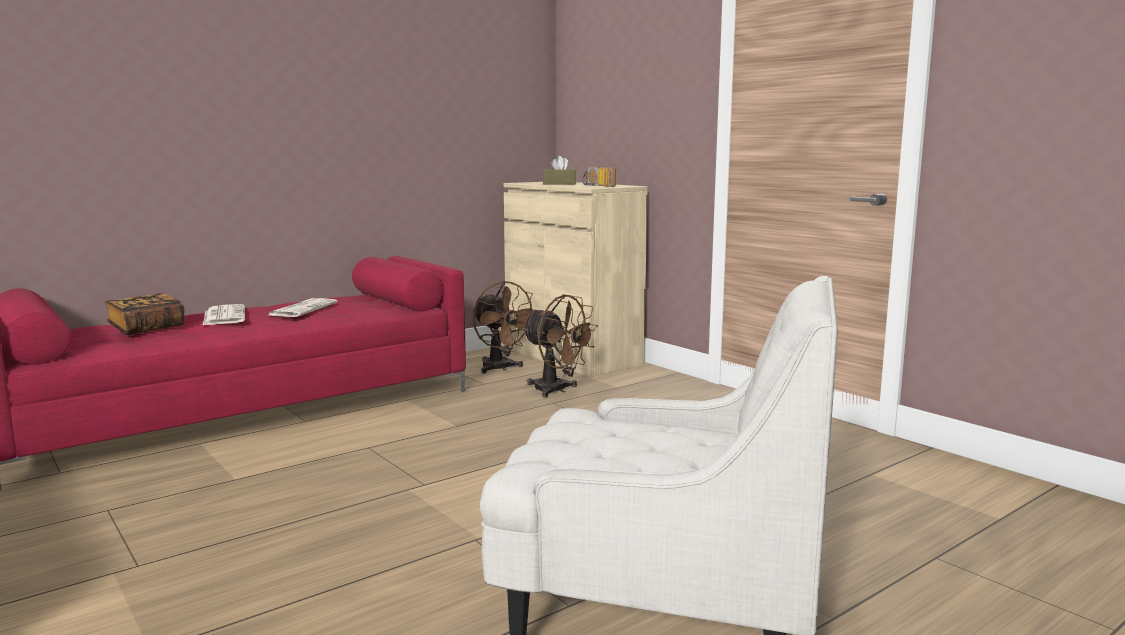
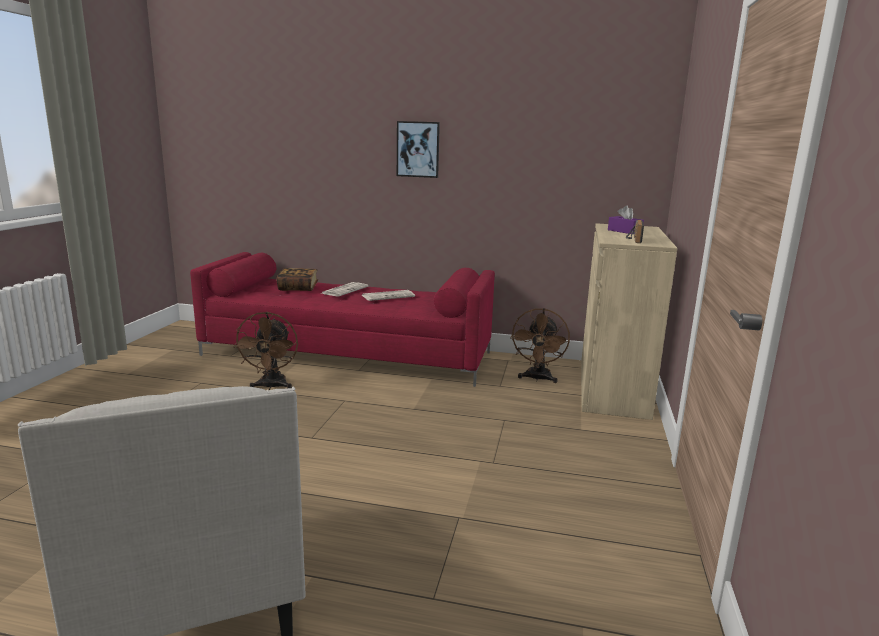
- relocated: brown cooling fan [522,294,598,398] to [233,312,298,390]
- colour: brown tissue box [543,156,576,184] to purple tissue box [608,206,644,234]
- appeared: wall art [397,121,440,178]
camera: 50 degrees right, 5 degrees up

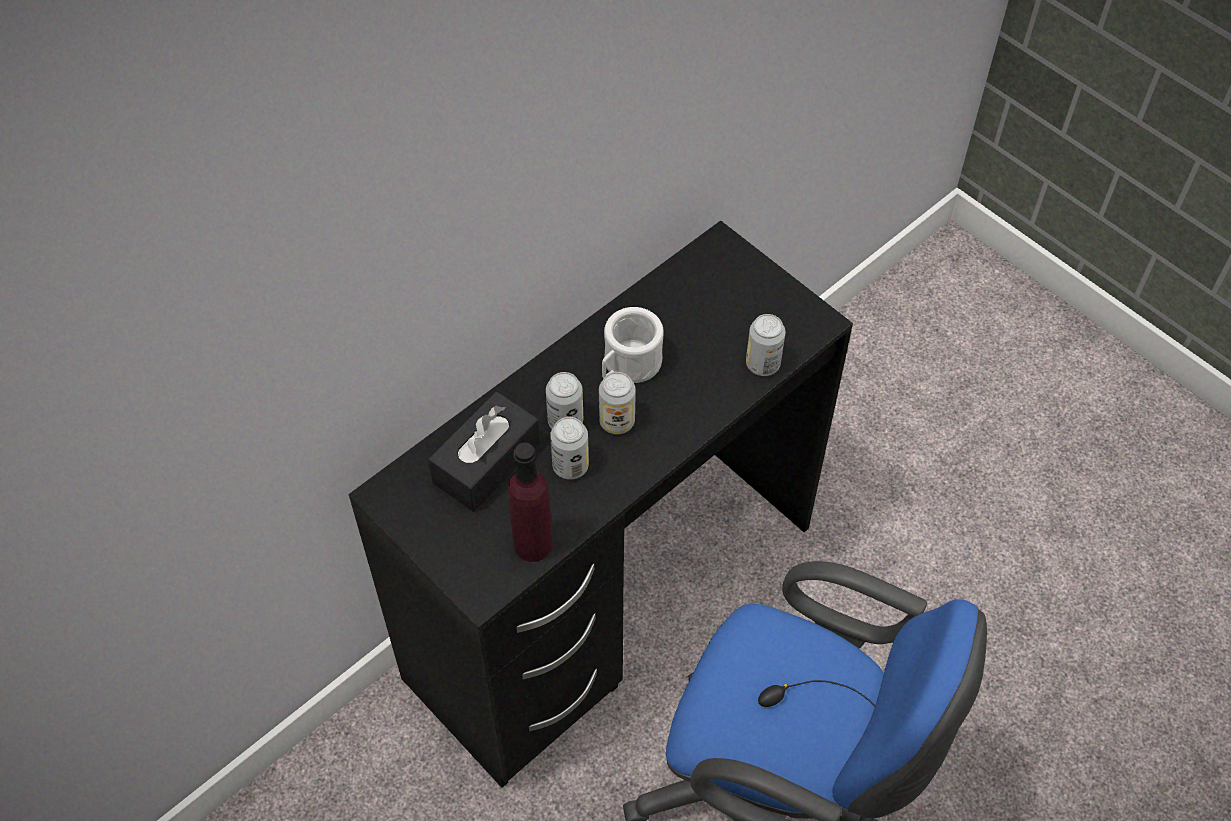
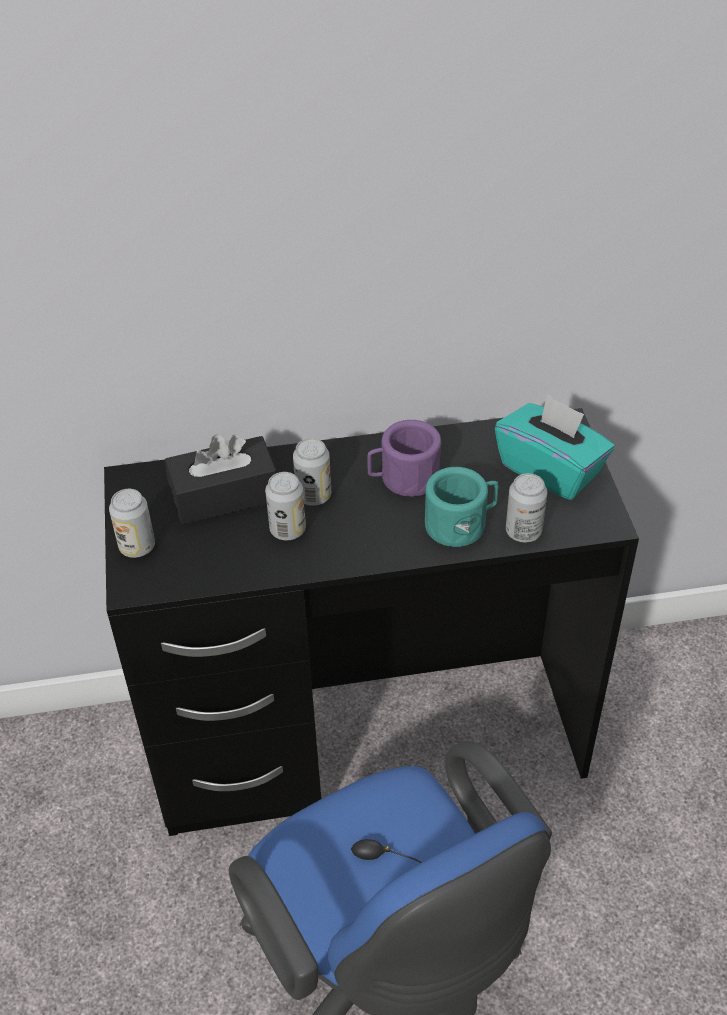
- missing: purple beverage bottle [508,443,553,562]
- relocated: can [599,372,636,434] to [109,489,155,558]
- colour: white coffee mug [602,307,664,383] to purple coffee mug [367,420,441,497]
- appeared: turquoise coffee mug [425,467,498,547]
- appeared: turquoise tissue box [495,394,614,500]
camera: 35 degrees right, 10 degrees down

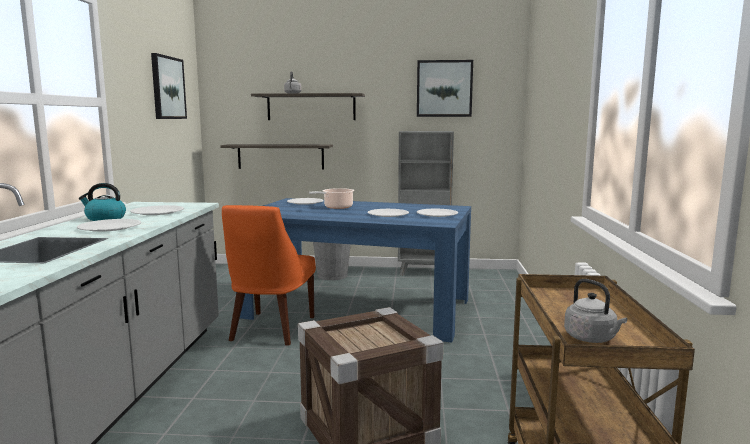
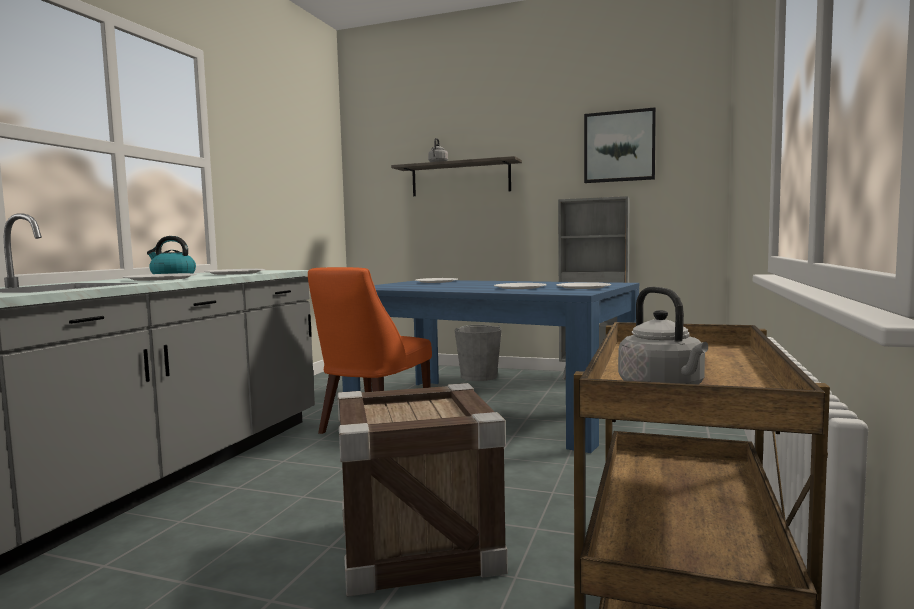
- missing: wall art [151,53,187,119]
- missing: wall shelf [220,144,333,169]
- missing: stockpot [309,188,354,209]
camera: 15 degrees right, 5 degrees down

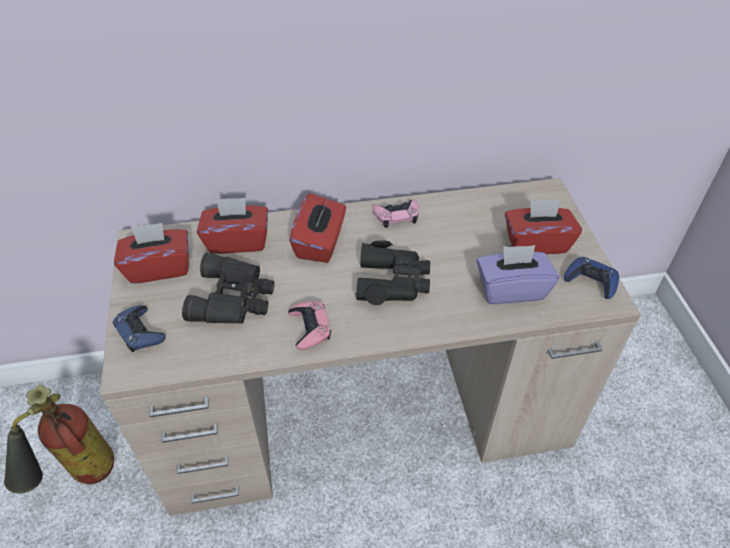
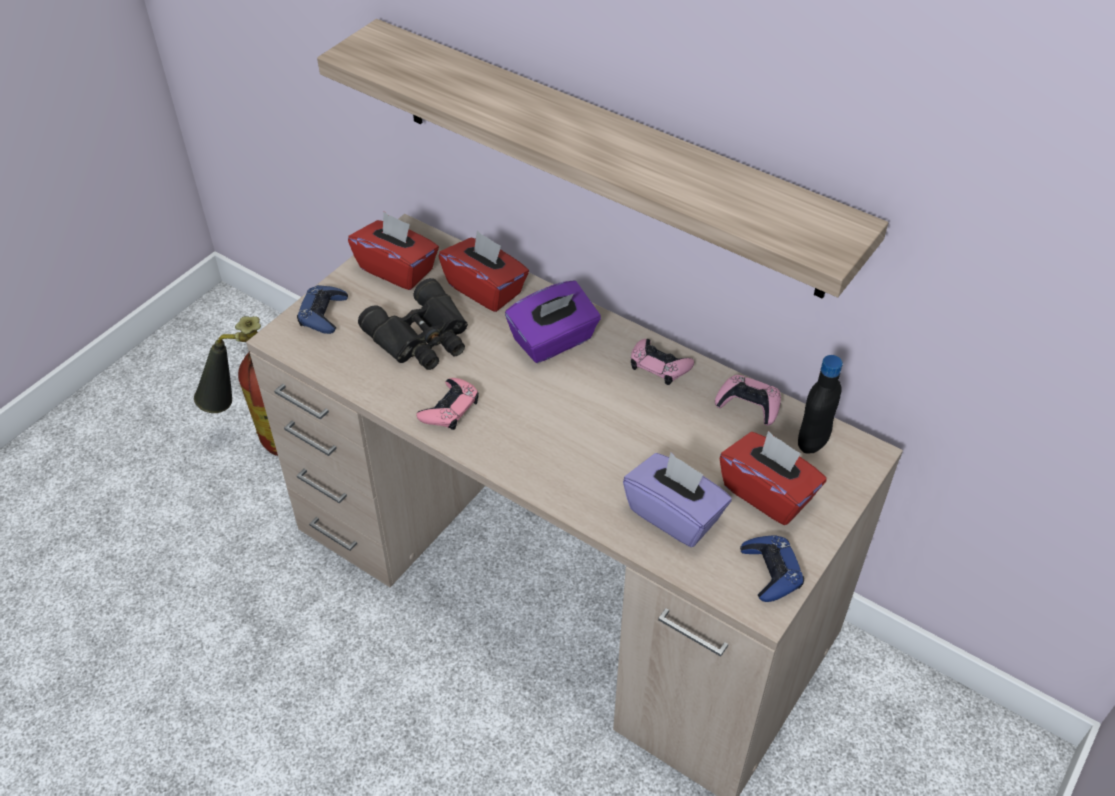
- colour: red-coloured tissue box [289,193,346,263] to purple tissue box [505,280,601,363]
- missing: black-coloured binoculars [355,240,430,305]
- appeared: wall shelf [317,19,888,299]
- appeared: pink-coloured gamepad [715,375,781,426]
- appeared: black-coloured beverage bottle [798,355,843,454]
camera: 45 degrees right, 0 degrees up

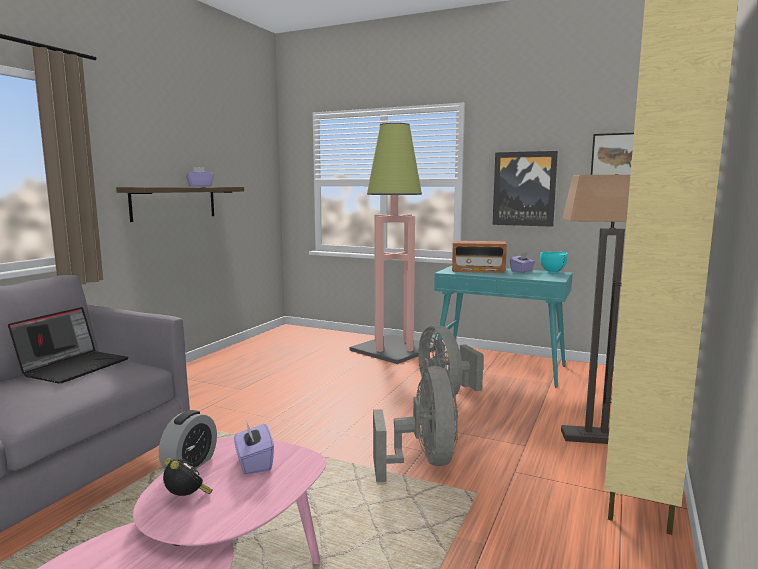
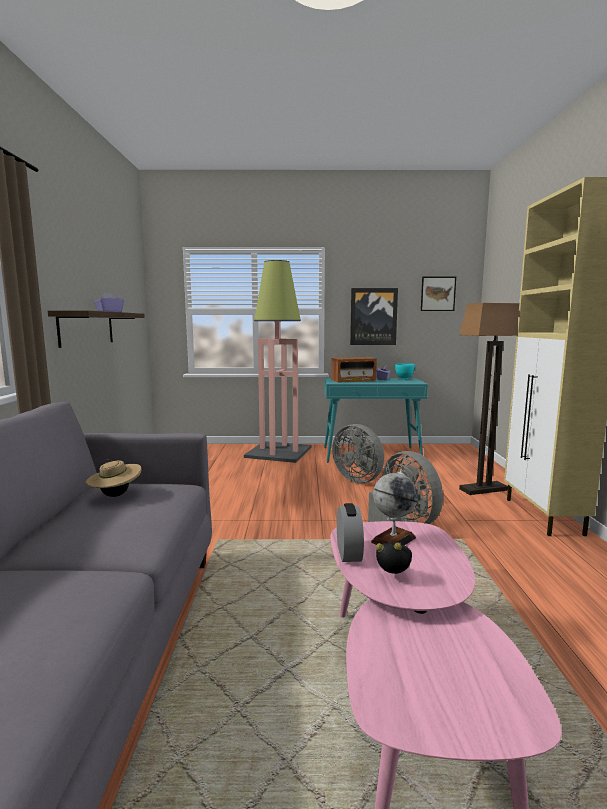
- exchanged: portable computer [8,307,129,384] to beige wearable hat [85,459,142,497]
- exchanged: purple tissue box [234,420,274,475] to globe [371,469,418,546]
camera: 25 degrees left, 0 degrees up

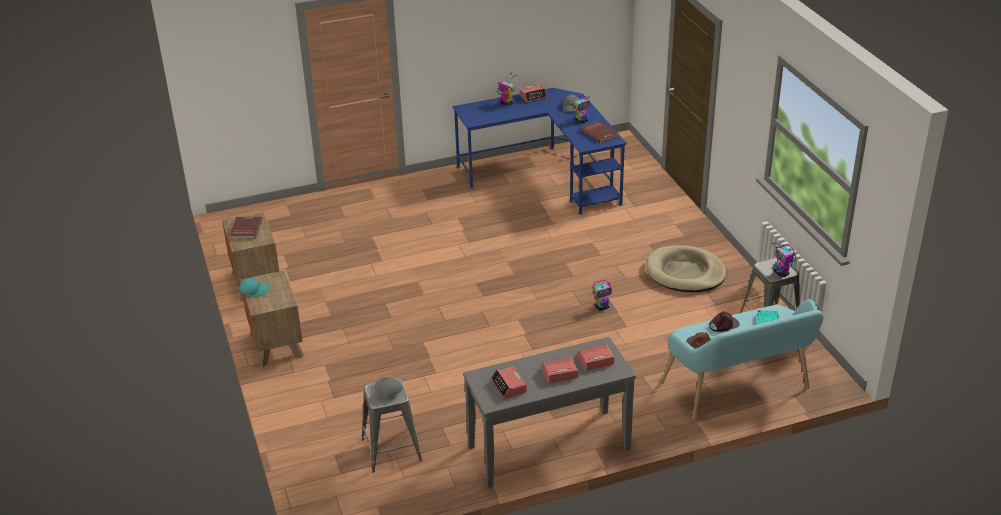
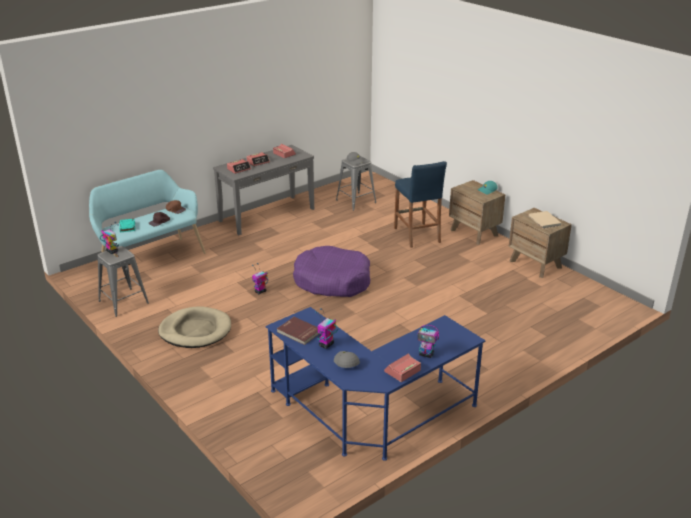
- colour: red-coloured book [230,217,262,239] to beige book [529,211,561,229]
- appeared: purple dog cushion [293,246,370,297]
- appeared: blue stool [394,161,447,248]
camera: 160 degrees right, 5 degrees down

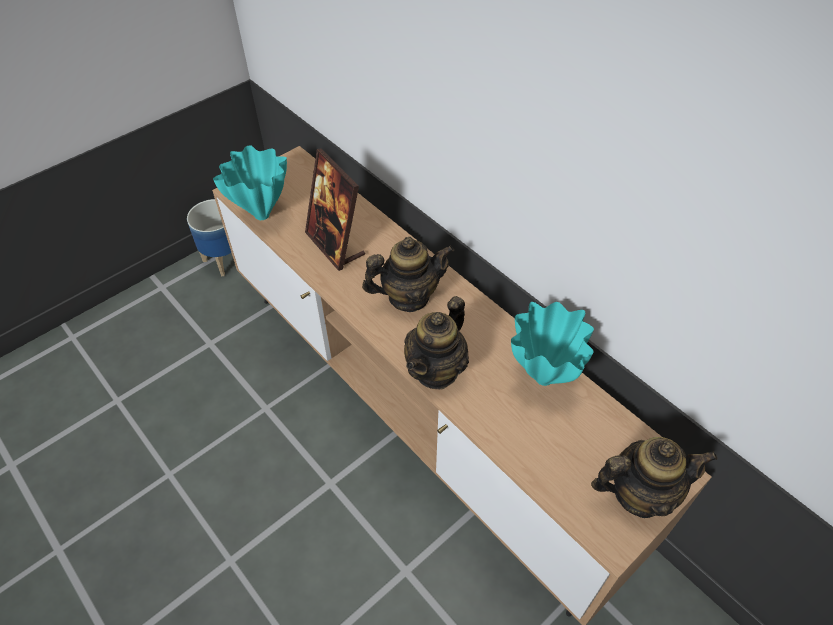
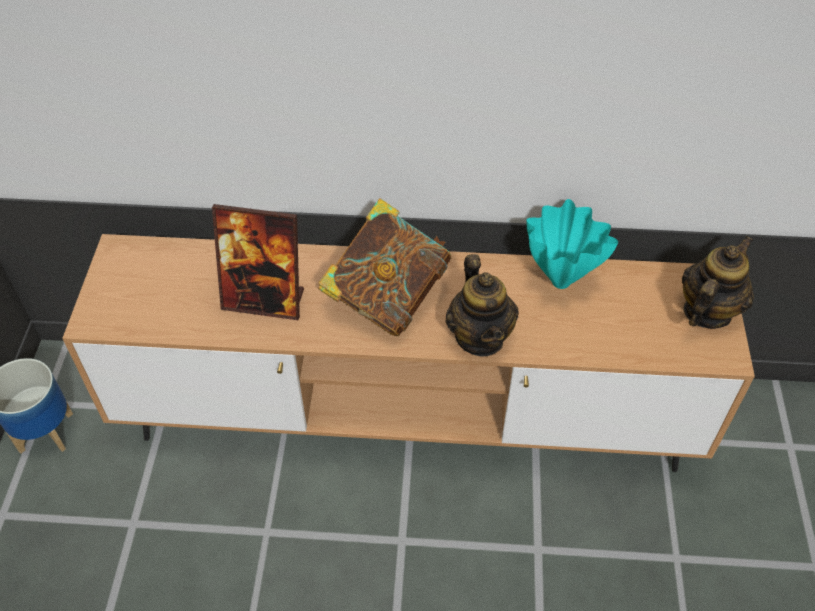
- missing: turquoise vase [213,146,287,220]
- exchanged: tea pot [362,237,454,312] to book [318,198,451,336]
camera: 45 degrees left, 0 degrees up

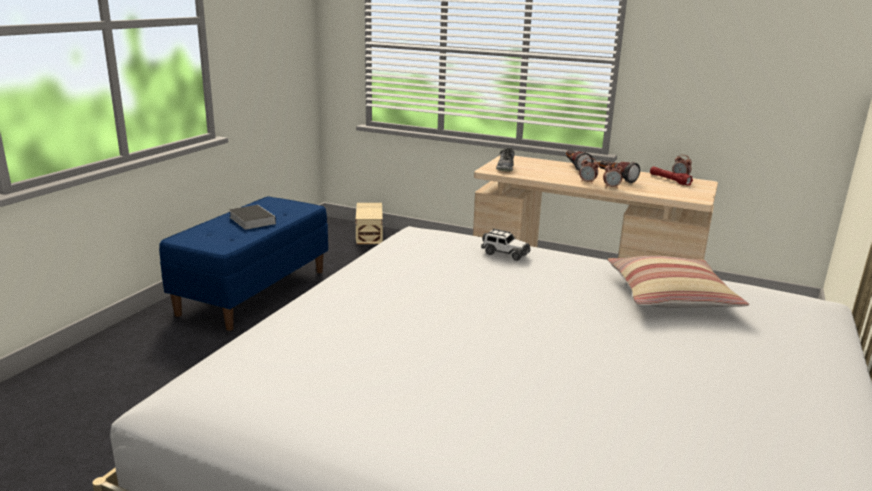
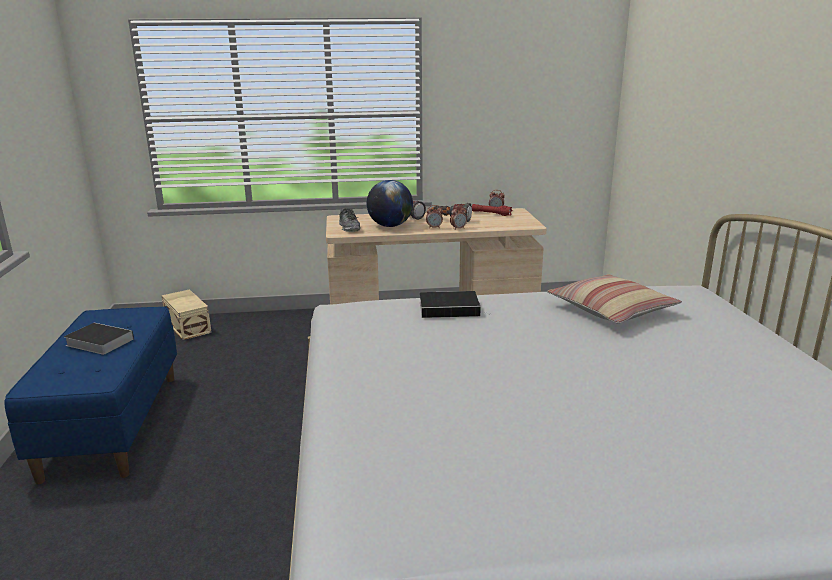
- exchanged: miniature car [481,229,531,261] to book [420,291,491,318]
- appeared: globe [367,180,413,227]
camera: 30 degrees left, 0 degrees up

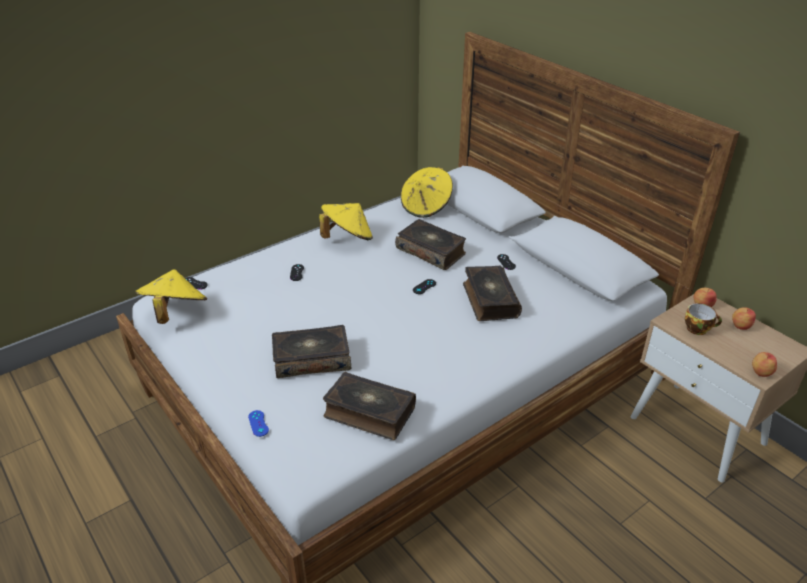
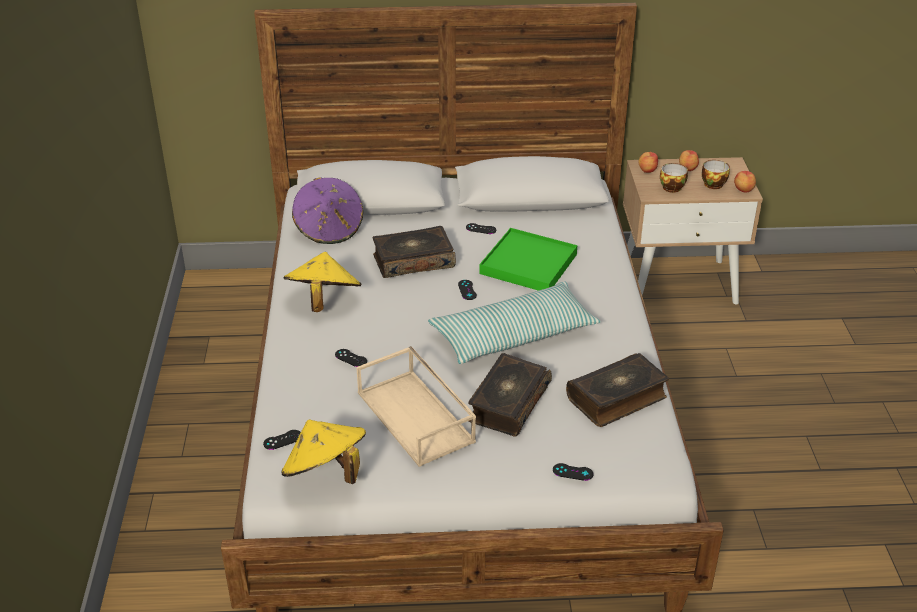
- colour: blue gamepad [248,410,269,437] to black-coloured gamepad [553,463,594,481]
- colour: yellowish wearable hat [401,167,453,218] to purple wearable hat [292,177,363,244]
- exchanged: book [463,266,522,321] to green tray [479,228,577,291]
- appeared: beige tray [356,346,476,467]
- appeared: throw pillow [428,281,601,364]
- appeared: cup [701,160,730,189]
camera: 55 degrees left, 0 degrees up

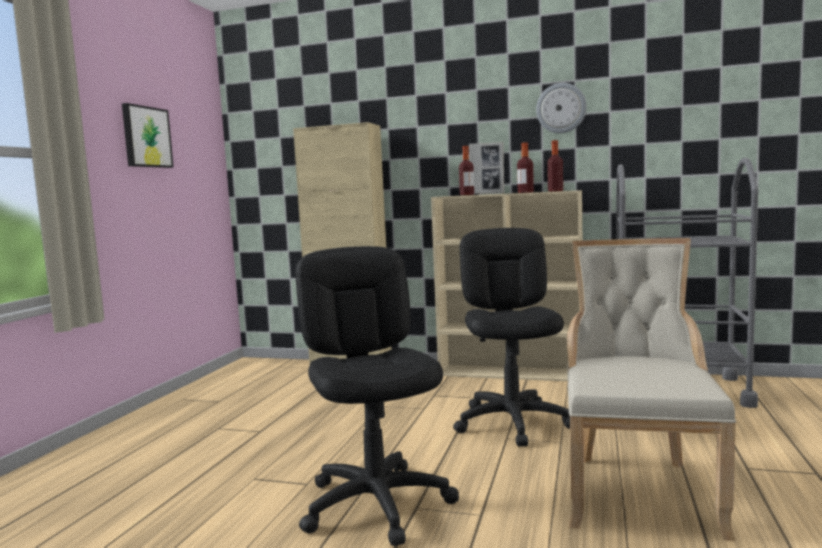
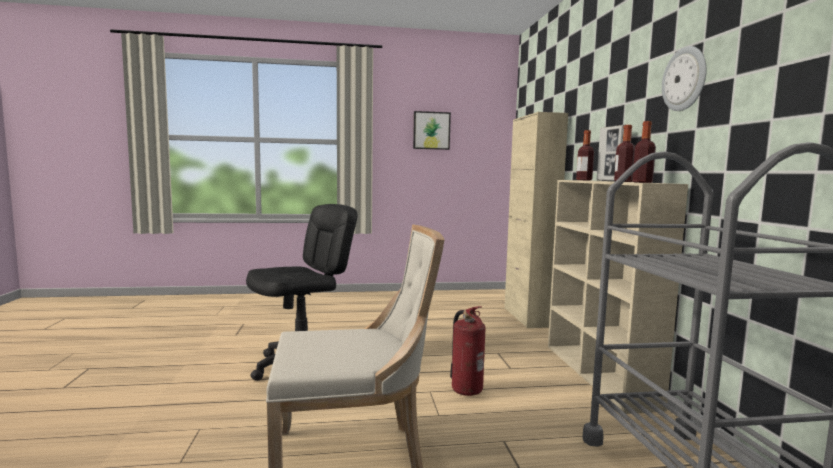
- exchanged: black-coloured desk chair [453,228,570,447] to extinguisher [450,306,485,396]
camera: 65 degrees right, 0 degrees up

